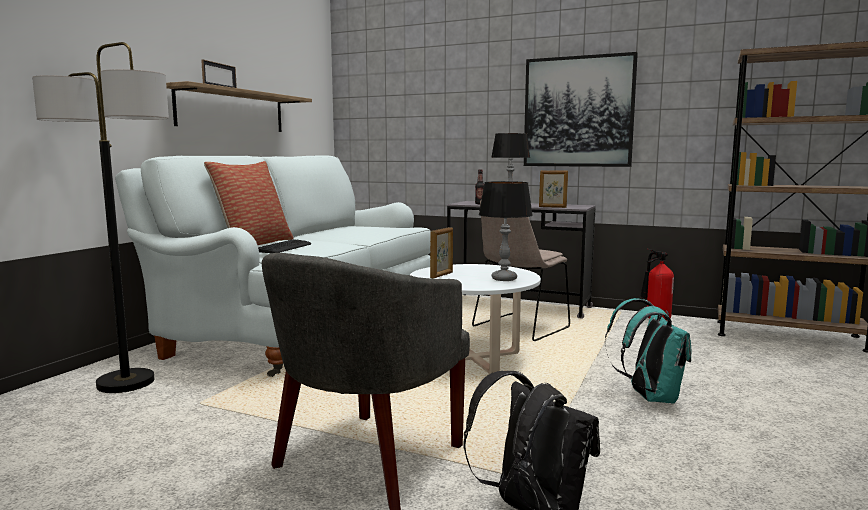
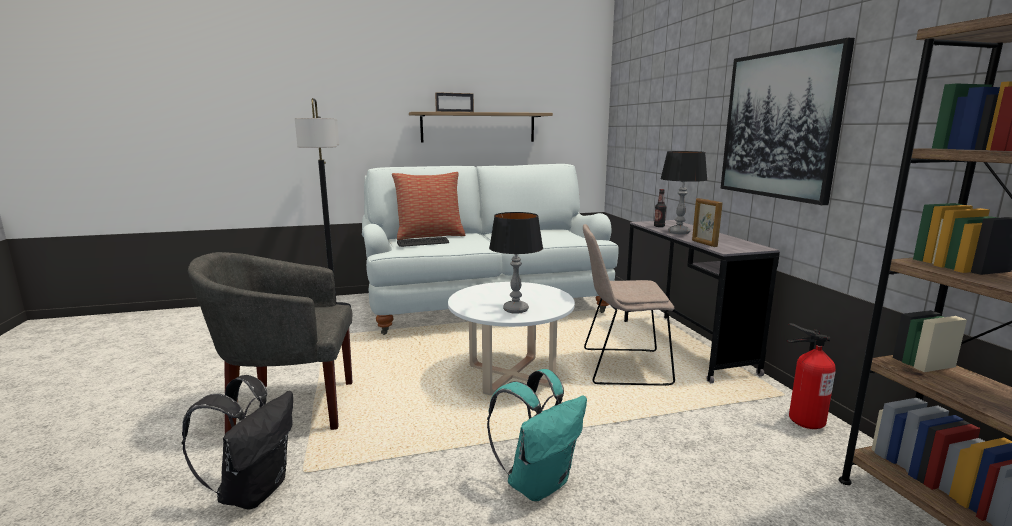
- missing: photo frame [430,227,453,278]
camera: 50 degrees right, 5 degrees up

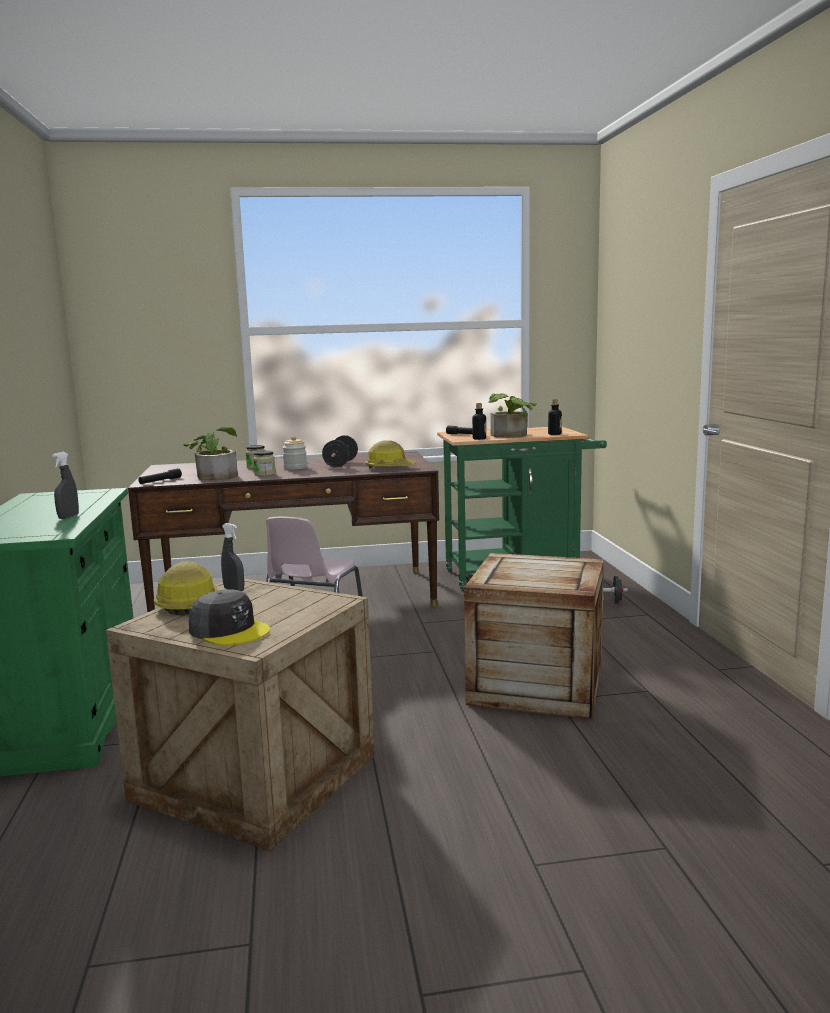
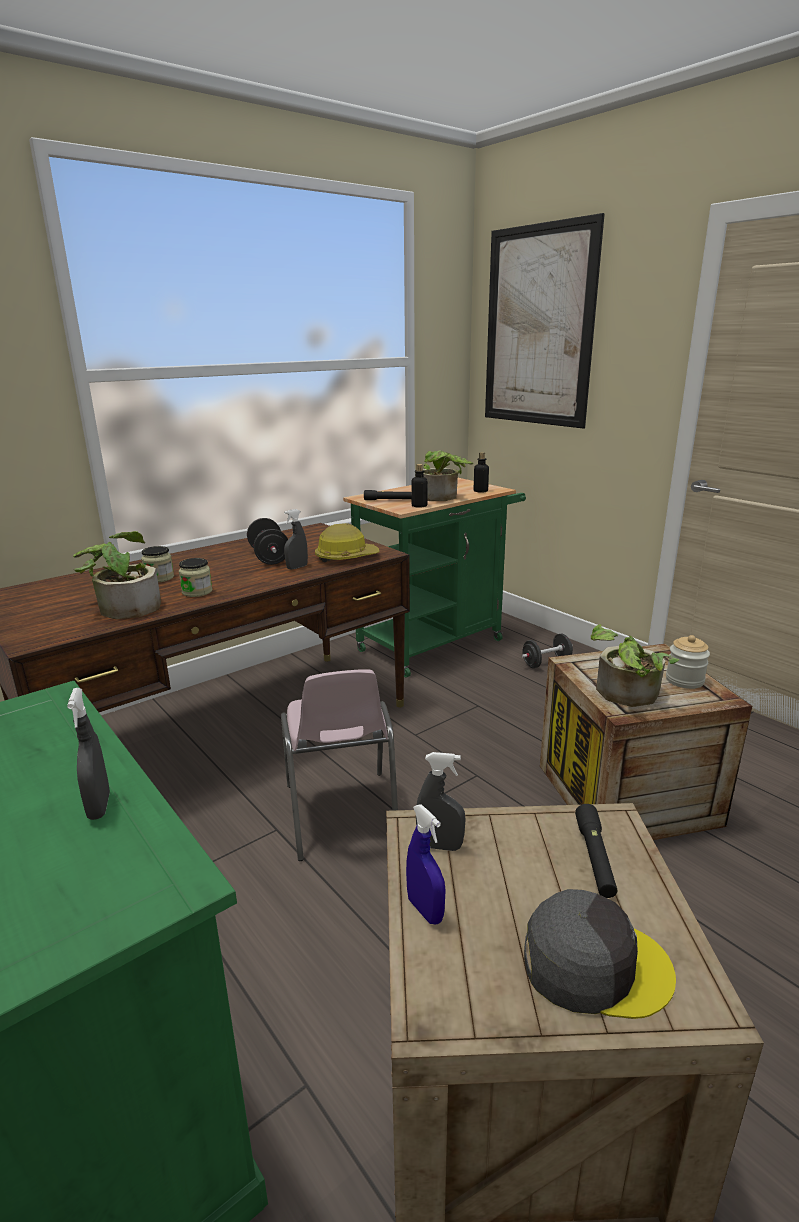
- relocated: black-coloured hand torch [138,468,182,484] to [575,804,618,898]
- exchanged: hard hat [154,561,218,616] to blue sprayer [406,805,446,924]
- relocated: storage jar [282,436,307,470] to [666,635,710,689]
- appeared: grey sprayer [284,509,308,570]
- appeared: wall art [485,213,605,429]
- appeared: potted plant [591,624,679,707]
camera: 30 degrees left, 10 degrees up

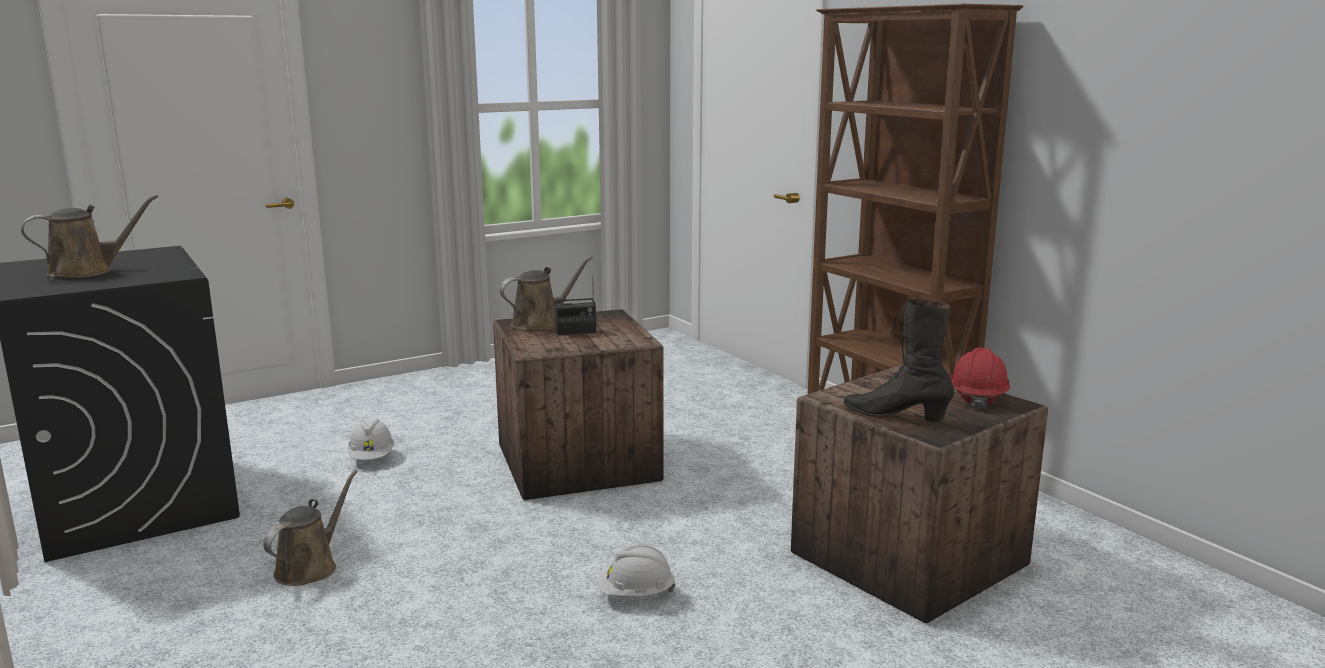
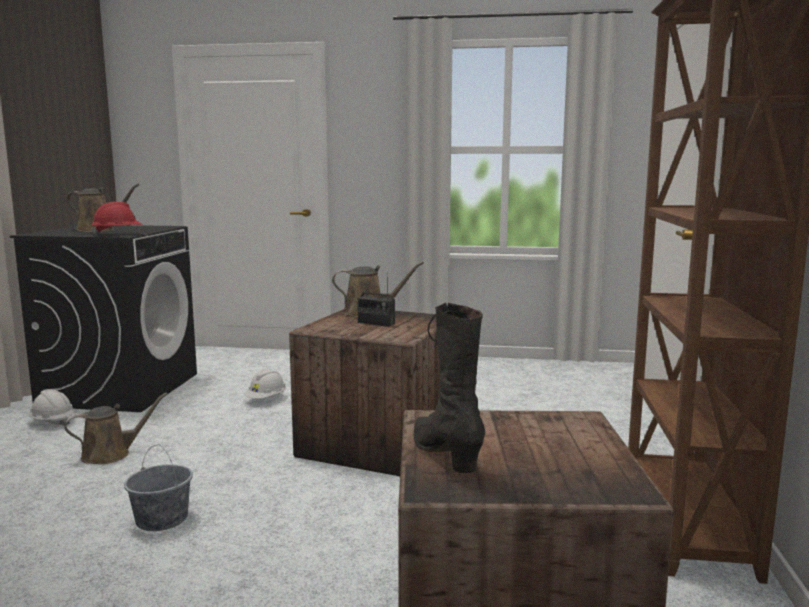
- relocated: white hard hat [598,544,676,596] to [27,389,74,426]
- relocated: red-coloured hard hat [951,347,1010,410] to [91,202,143,235]
- appeared: grey bucket [124,445,193,531]
camera: 40 degrees right, 5 degrees down

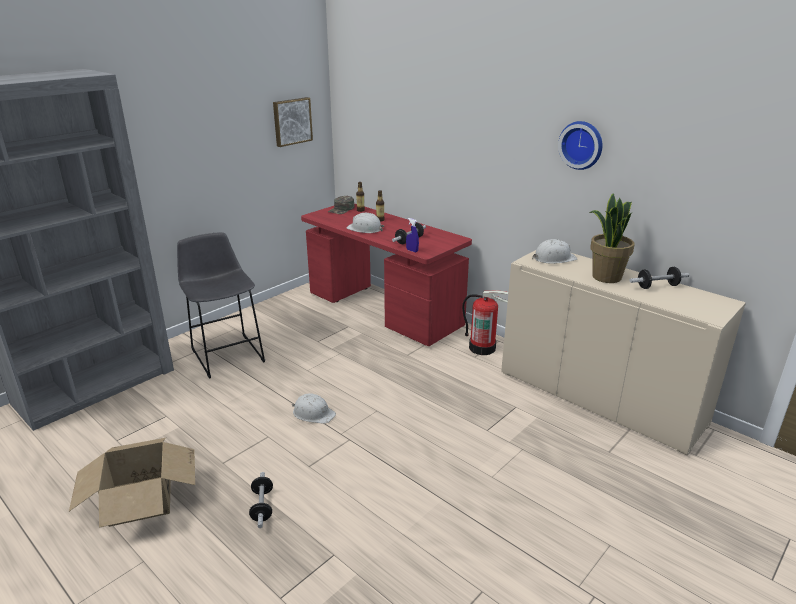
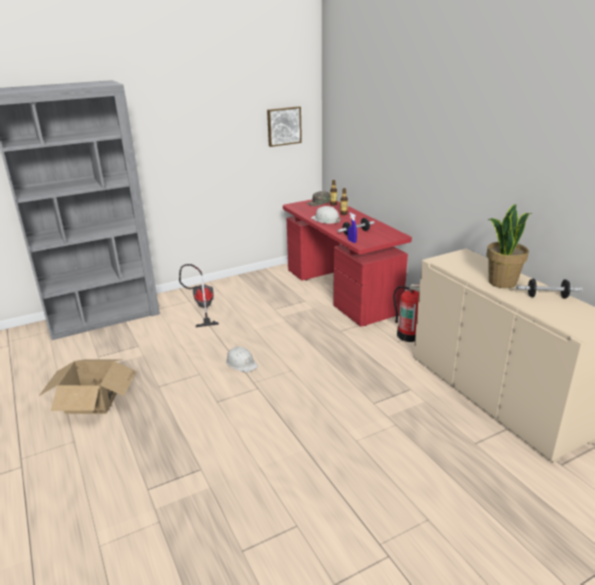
- exchanged: grey stool [177,232,265,379] to hoover [179,264,219,327]
- missing: dumbbell [249,472,273,528]
- missing: white hard hat [532,239,578,264]
- missing: hanging clock [558,121,602,170]
camera: 20 degrees right, 0 degrees up

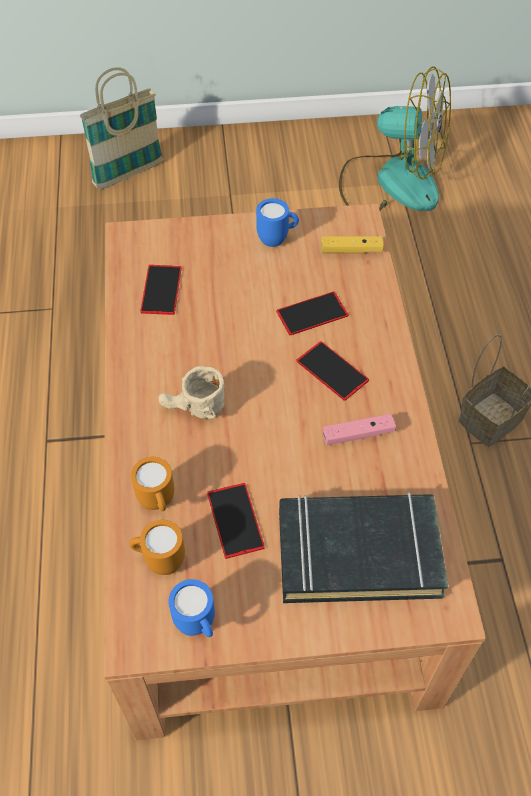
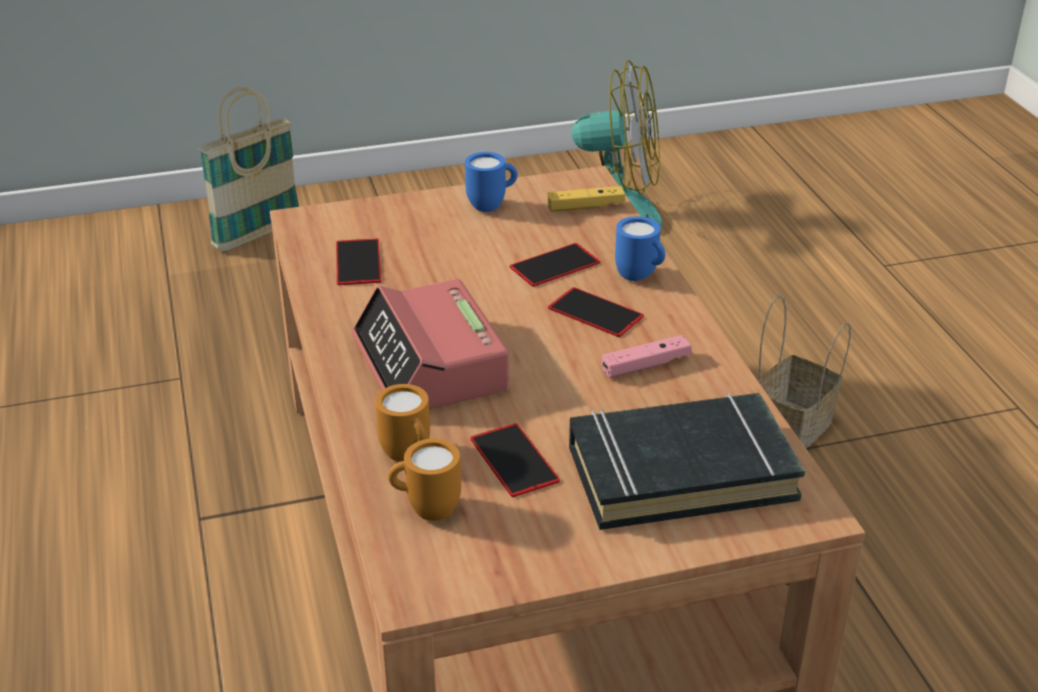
- exchanged: beige coffee mug [158,366,225,419] to bedside clock [352,279,509,409]
- relocated: blue coffee mug [169,579,215,637] to [615,216,665,281]
camera: 10 degrees left, 20 degrees down

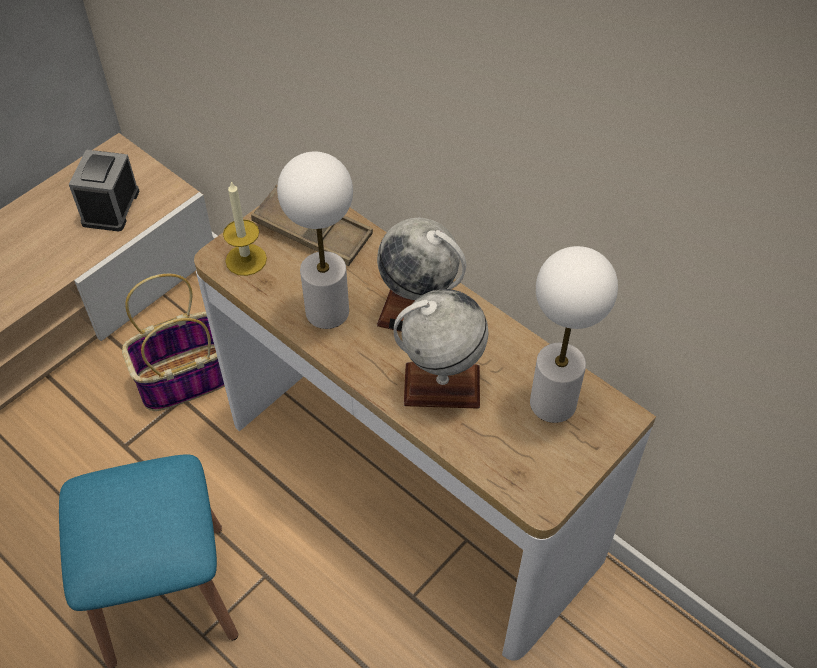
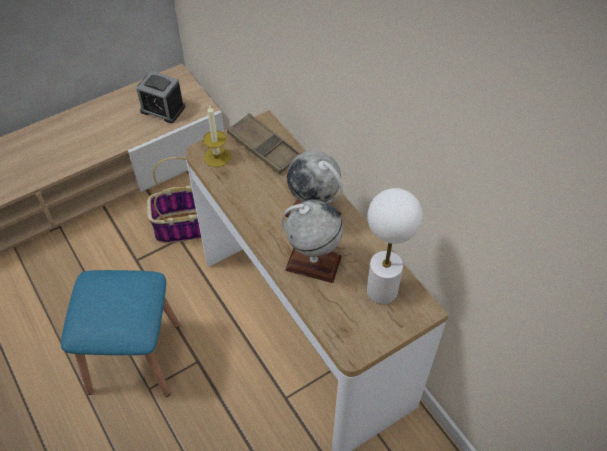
- spun: bedside clock [69,150,140,232] = [136,71,185,123] 90 degrees counterclockwise
- missing: white tabletop lamp [277,151,353,329]
camera: 15 degrees right, 0 degrees up

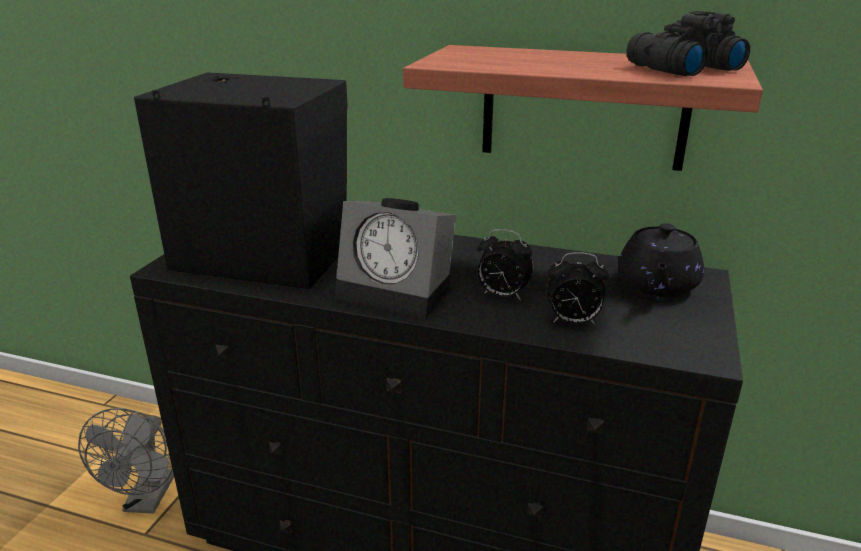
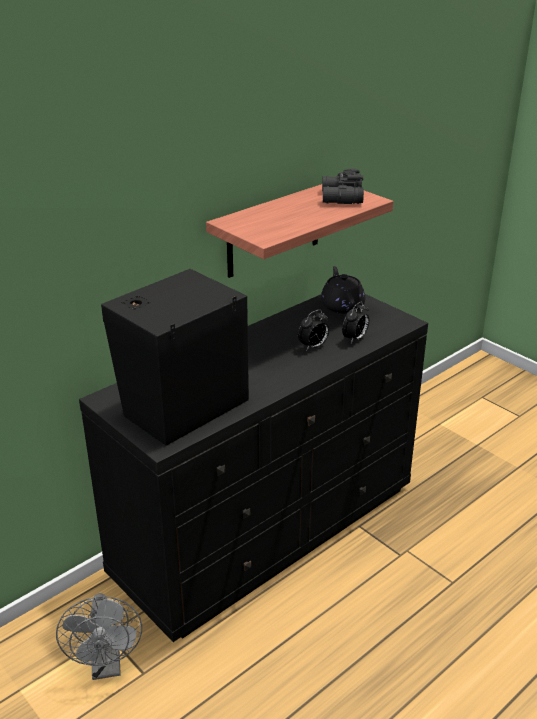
- spun: grey cooling fan [78,408,174,514] = [56,593,142,680] 45 degrees clockwise
- missing: bedside clock [335,198,456,318]
- spun: black-coloured tea pot [618,223,704,297] = [321,266,365,314] 150 degrees counterclockwise
camera: 60 degrees left, 5 degrees up

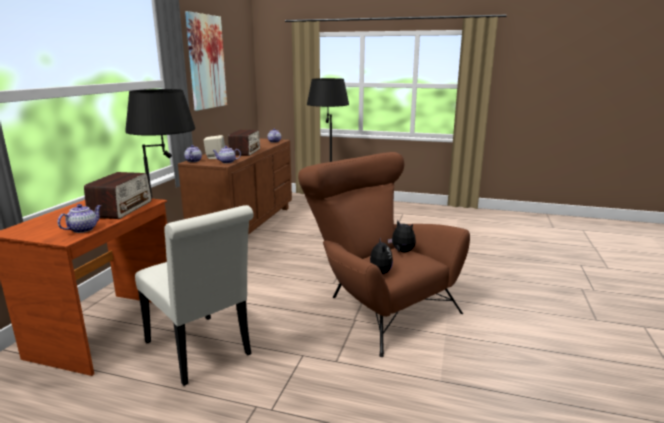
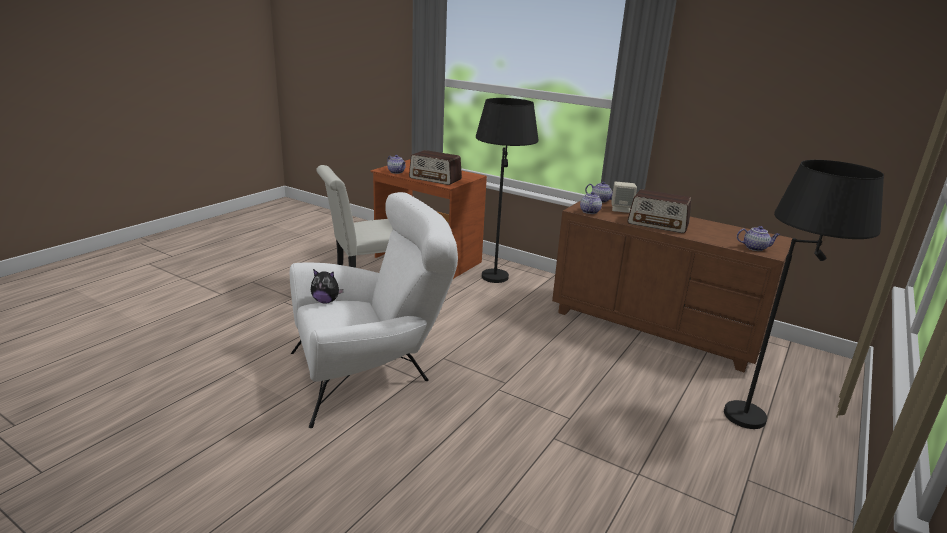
- missing: wall art [185,11,227,111]
- colour: brown lounge chair [298,152,470,357] to white lounge chair [290,192,458,428]
- missing: plush toy [388,220,416,253]
camera: 105 degrees right, 5 degrees up

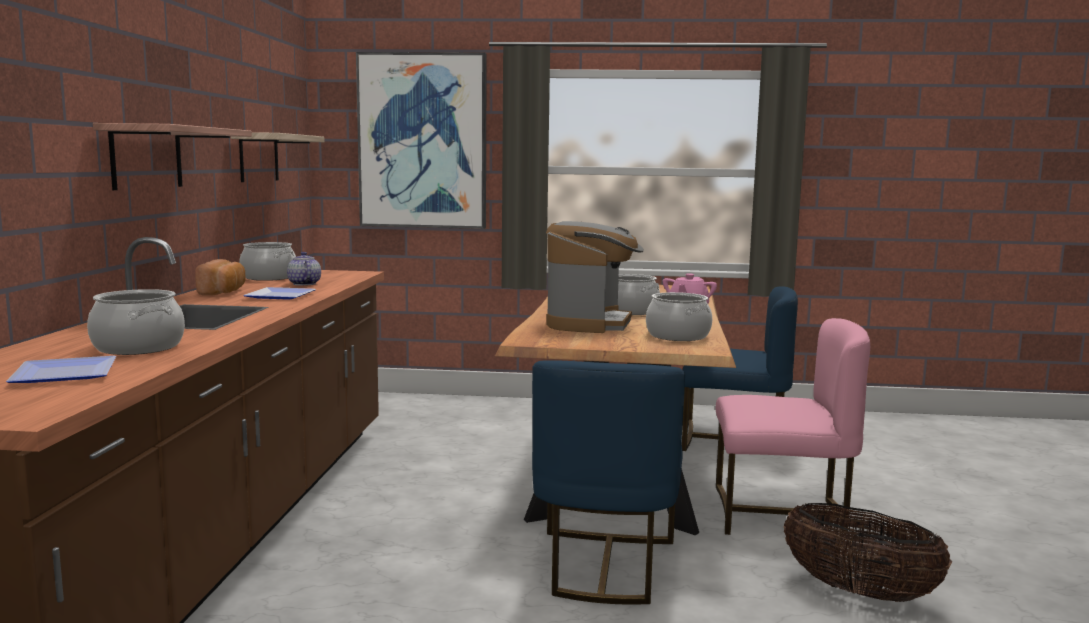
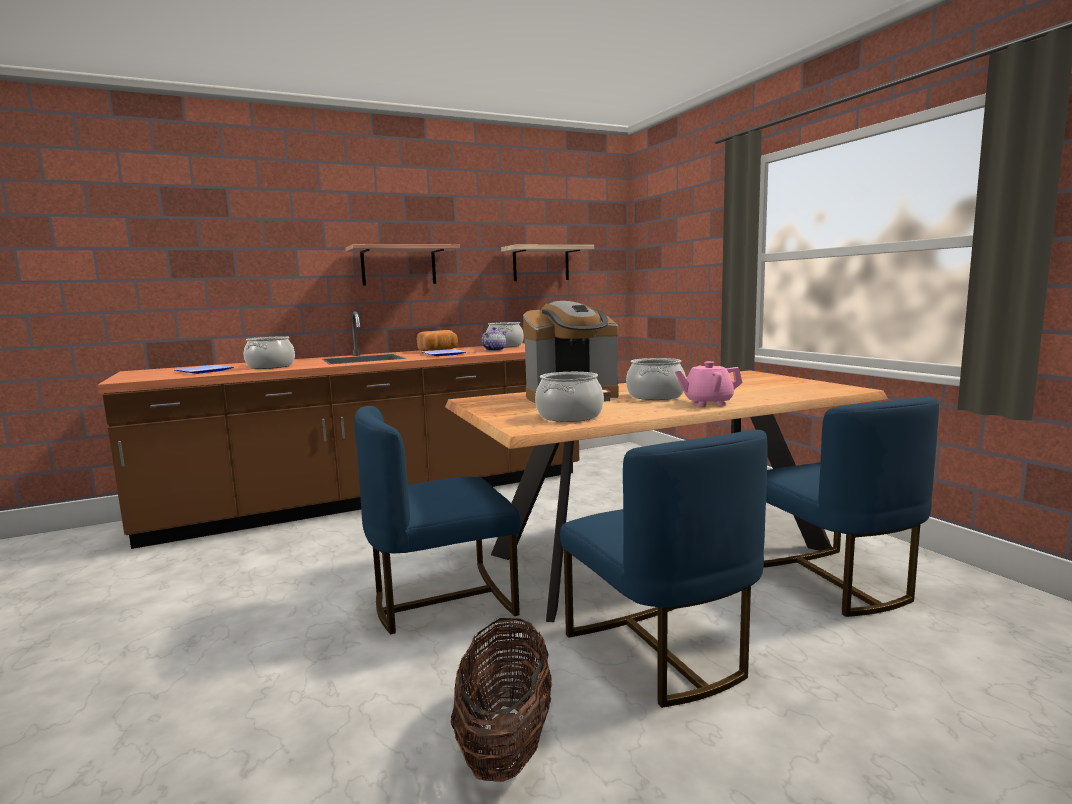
- missing: wall art [356,52,487,229]
- colour: pink-coloured upright chair [716,318,870,535] to blue upright chair [560,430,768,708]
camera: 60 degrees right, 0 degrees up

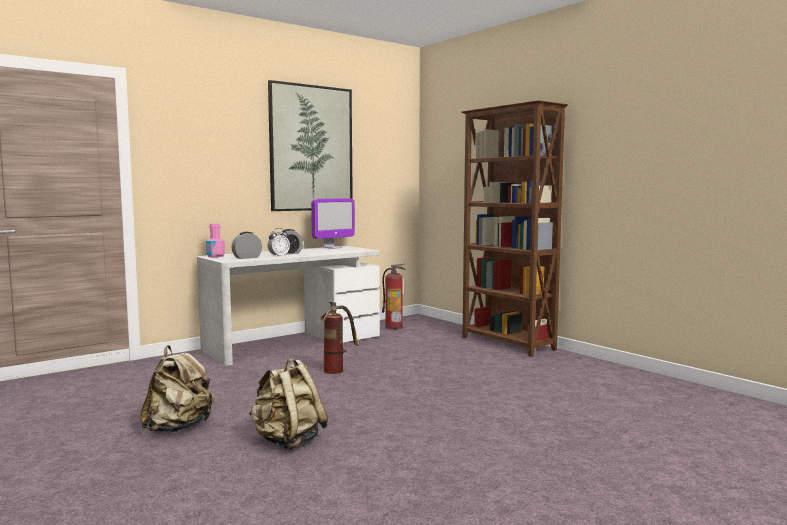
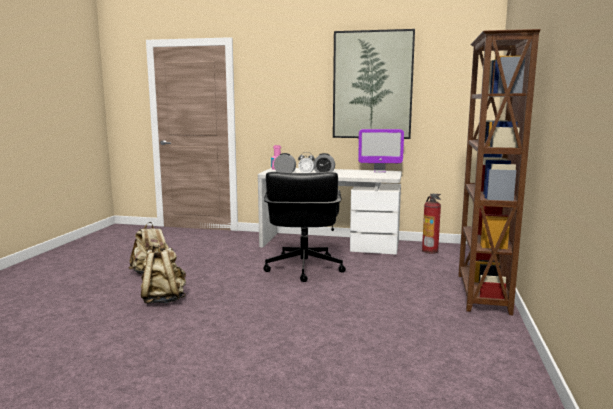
- exchanged: extinguisher [320,301,359,374] to black-coloured desk chair [263,172,346,282]
camera: 50 degrees right, 5 degrees up

